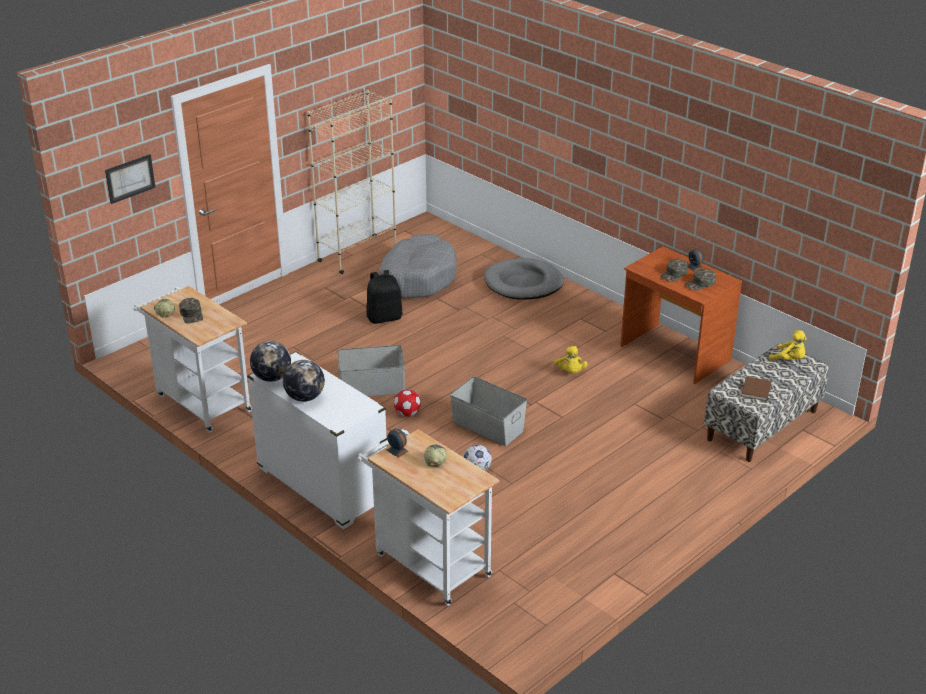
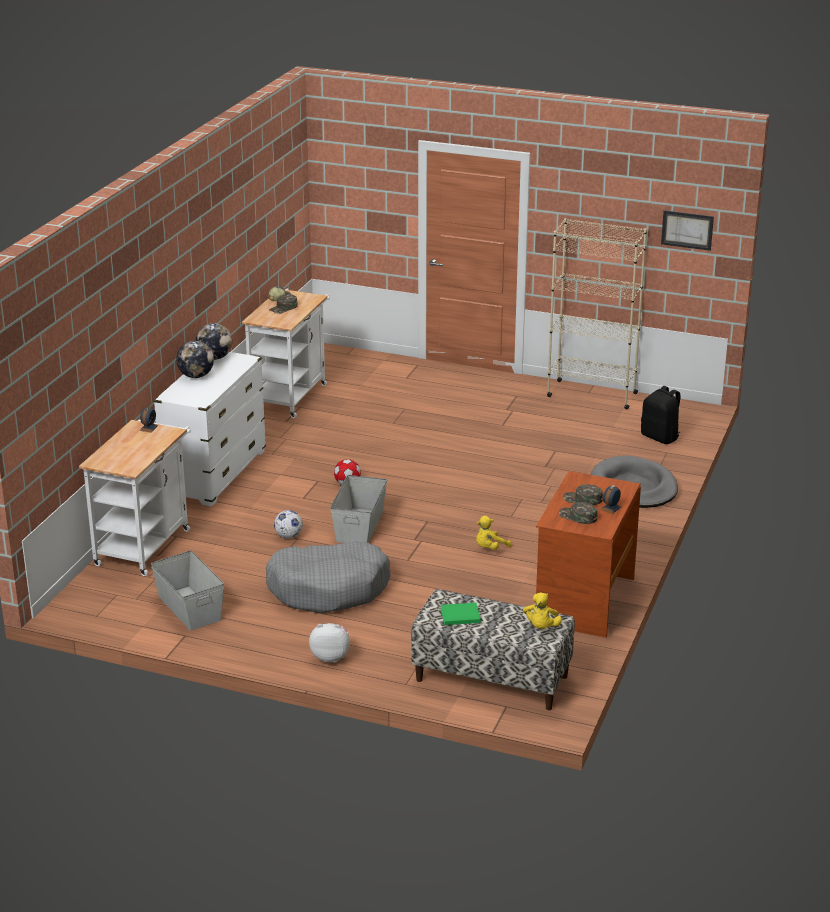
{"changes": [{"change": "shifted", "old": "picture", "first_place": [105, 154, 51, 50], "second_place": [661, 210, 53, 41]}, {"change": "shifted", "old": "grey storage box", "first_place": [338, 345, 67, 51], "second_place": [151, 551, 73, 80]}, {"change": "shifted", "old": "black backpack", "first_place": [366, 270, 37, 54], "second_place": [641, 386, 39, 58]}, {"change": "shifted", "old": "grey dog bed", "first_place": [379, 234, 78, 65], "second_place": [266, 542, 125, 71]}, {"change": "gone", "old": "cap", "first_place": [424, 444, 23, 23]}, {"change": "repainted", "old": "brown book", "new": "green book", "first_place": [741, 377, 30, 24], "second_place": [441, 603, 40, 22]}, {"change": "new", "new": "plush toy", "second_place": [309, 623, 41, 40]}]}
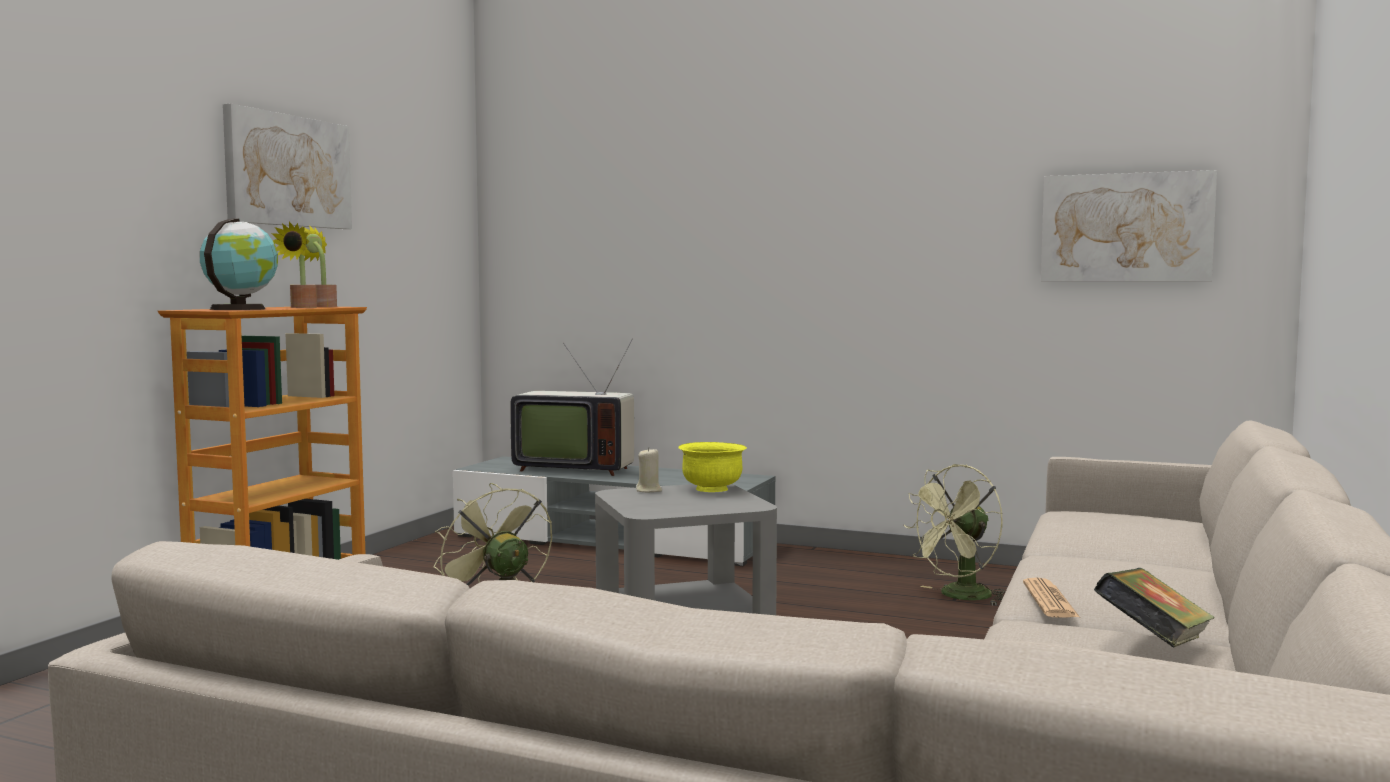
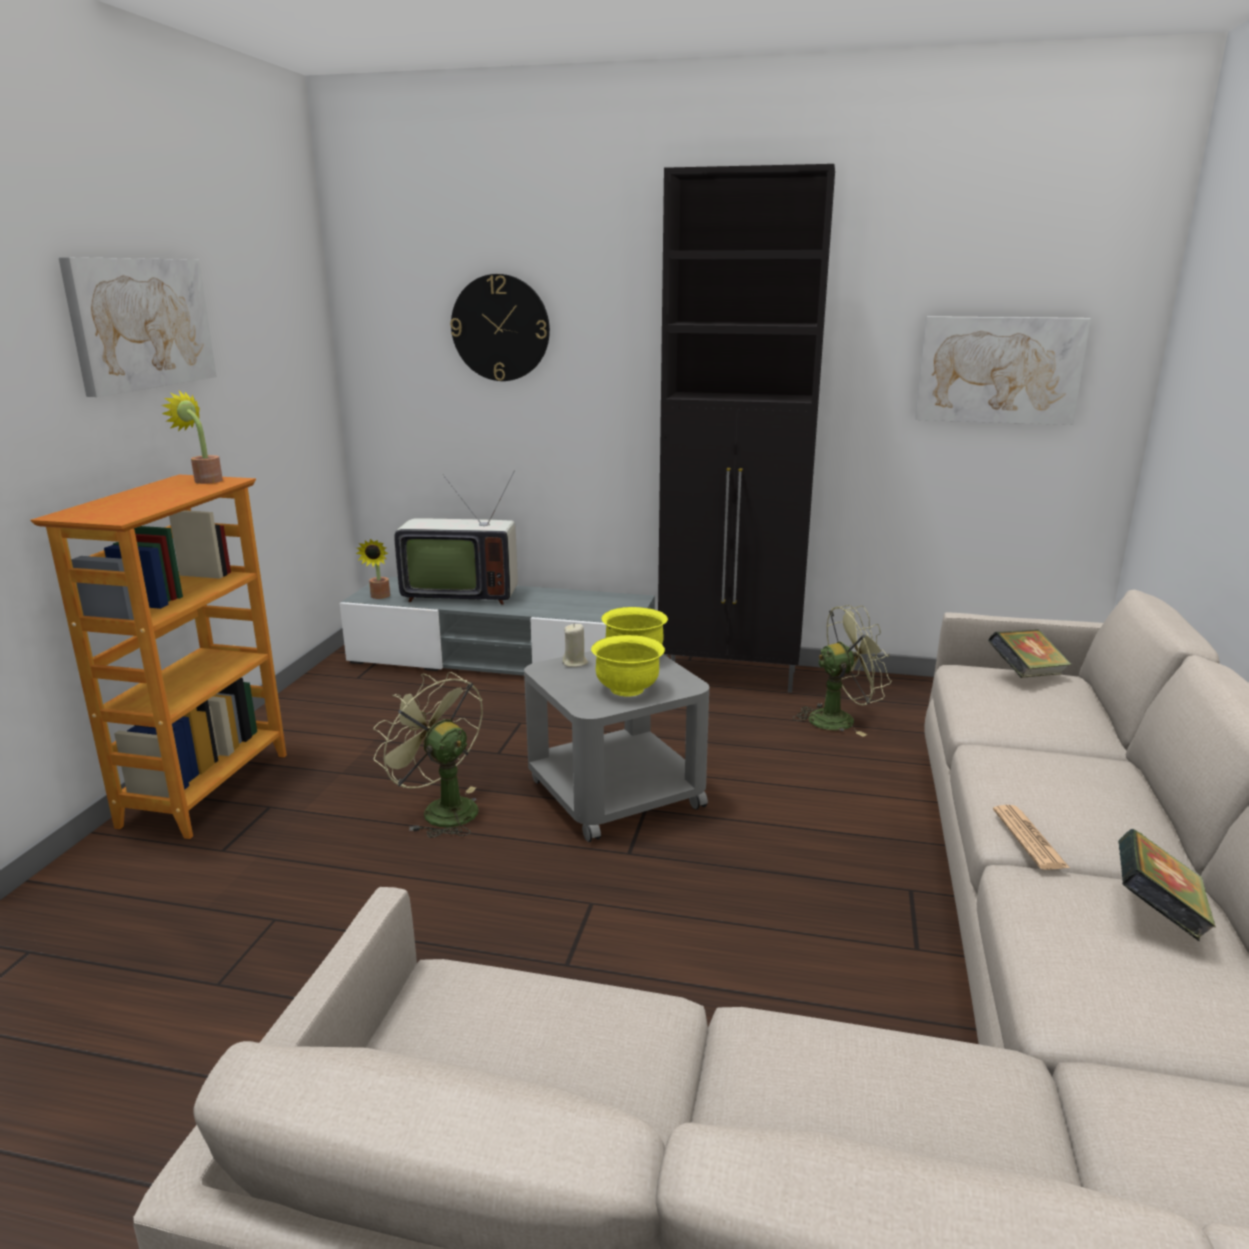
{"changes": [{"change": "gone", "old": "globe", "first_place": [200, 218, 78, 92]}, {"change": "shifted", "old": "potted plant", "first_place": [271, 222, 46, 86], "second_place": [356, 539, 34, 60]}, {"change": "rotated", "old": "green fan", "first_place": [904, 464, 102, 142], "second_place": [793, 605, 98, 132], "degrees": -150}, {"change": "new", "new": "wall clock", "second_place": [450, 274, 100, 107]}, {"change": "new", "new": "yellow bowl", "second_place": [591, 635, 74, 61]}, {"change": "new", "new": "black cabinet", "second_place": [658, 164, 177, 529]}, {"change": "new", "new": "book", "second_place": [988, 629, 83, 49]}]}
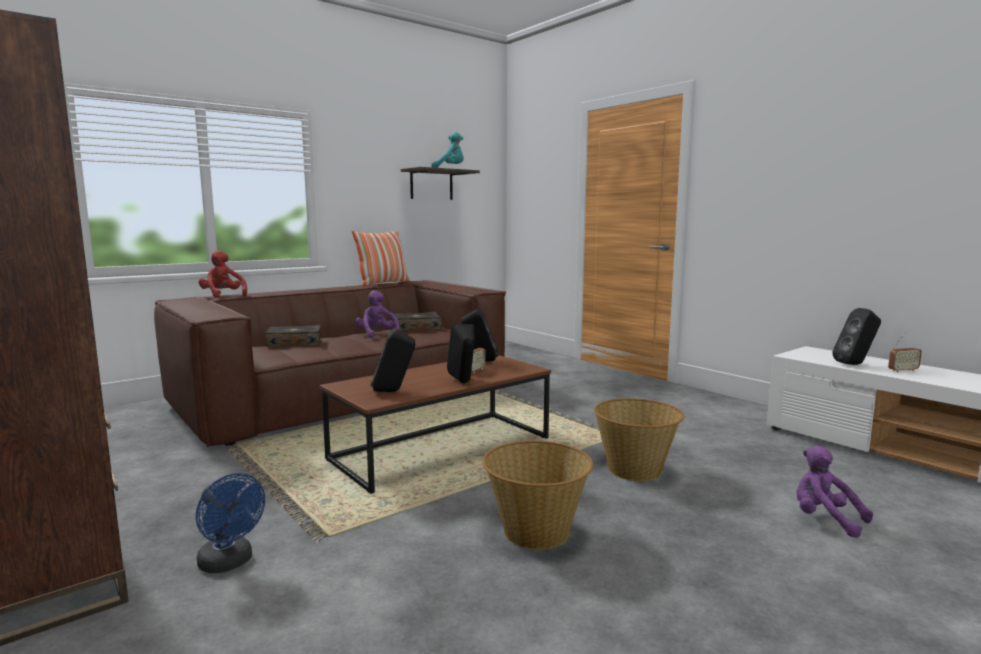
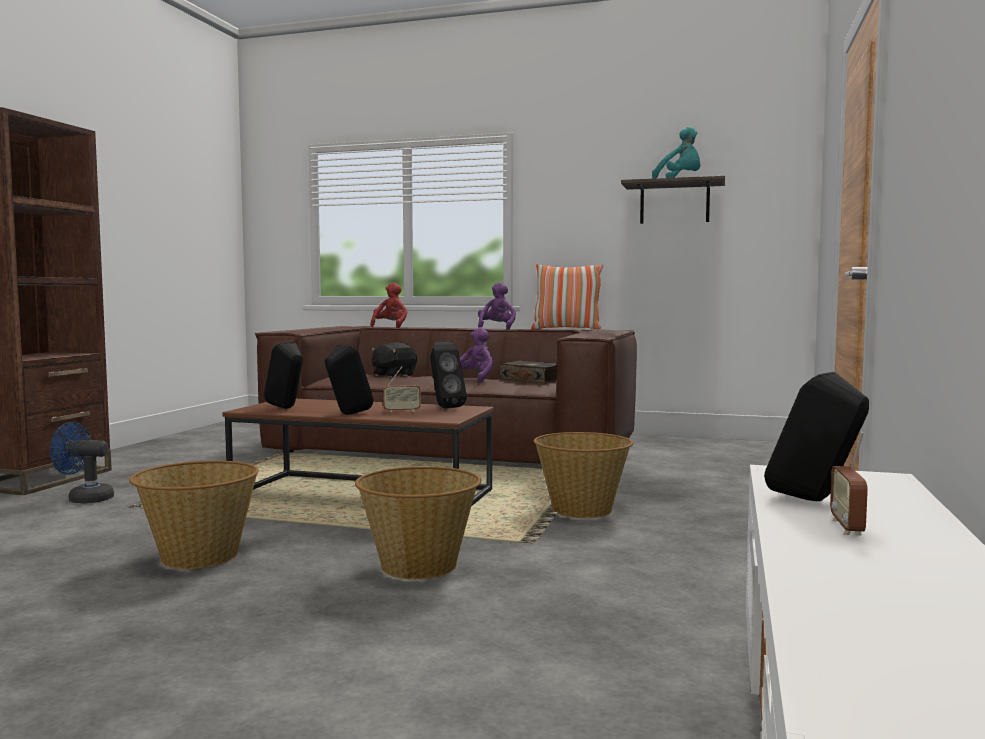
{"changes": [{"change": "rotated", "old": "blue fan", "first_place": [196, 473, 69, 100], "second_place": [50, 422, 64, 81], "degrees": 90}, {"change": "swapped", "old": "book", "new": "black plush toy", "first_place": [266, 325, 56, 22], "second_place": [372, 342, 45, 35]}, {"change": "shifted", "old": "purple plush toy", "first_place": [796, 446, 77, 92], "second_place": [478, 282, 38, 48]}, {"change": "rotated", "old": "radio", "first_place": [888, 332, 34, 41], "second_place": [830, 431, 38, 105], "degrees": 60}, {"change": "new", "new": "basket", "second_place": [534, 432, 99, 86]}]}
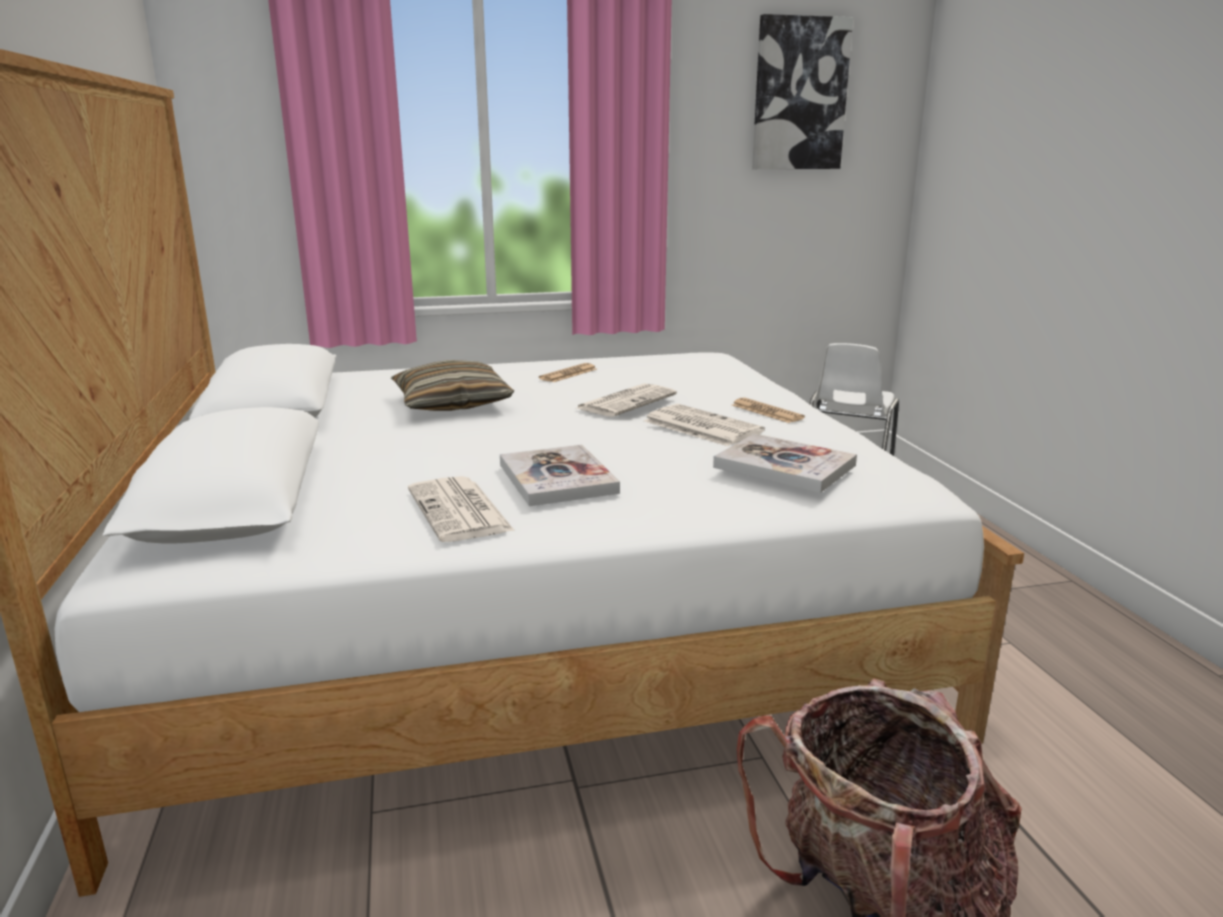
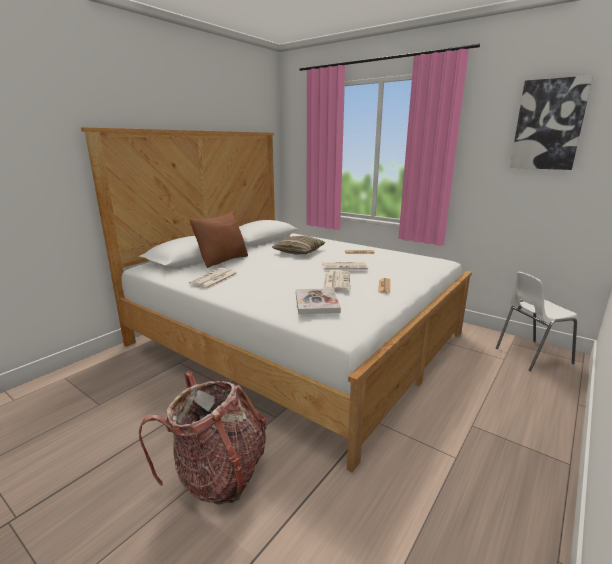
{"changes": [{"change": "gone", "old": "book", "first_place": [500, 445, 120, 61]}, {"change": "new", "new": "brown pillow", "second_place": [190, 211, 58, 57]}]}
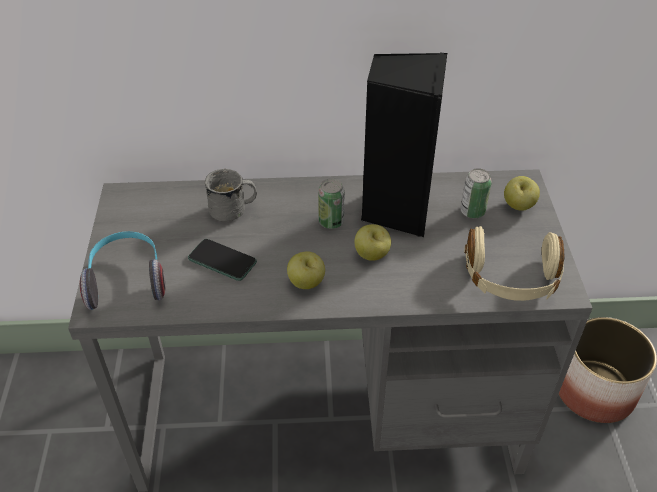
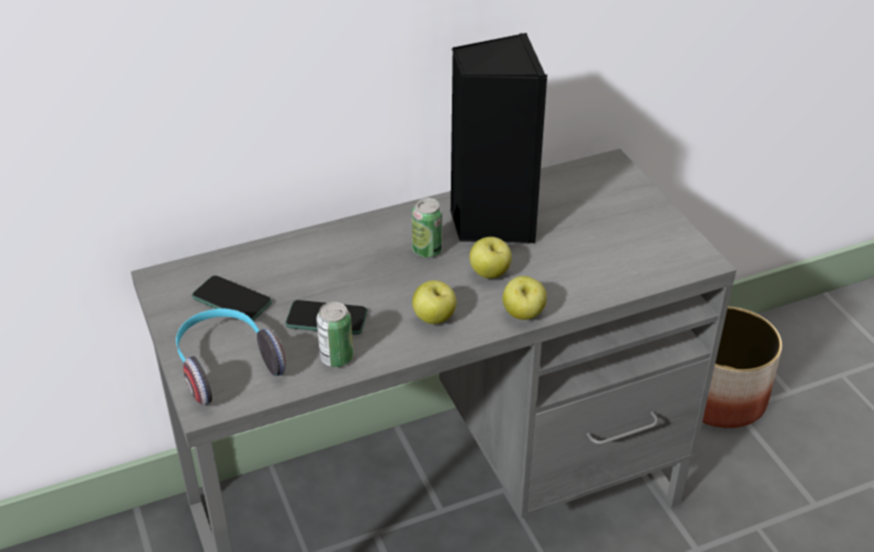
{"changes": [{"change": "gone", "old": "grey mug", "first_place": [205, 169, 52, 53]}, {"change": "shifted", "old": "can", "first_place": [460, 168, 32, 50], "second_place": [316, 302, 37, 65]}, {"change": "gone", "old": "beige headphones", "first_place": [464, 226, 101, 75]}, {"change": "shifted", "old": "apple", "first_place": [504, 176, 36, 34], "second_place": [503, 276, 44, 44]}, {"change": "new", "new": "phone", "second_place": [192, 275, 80, 46]}]}
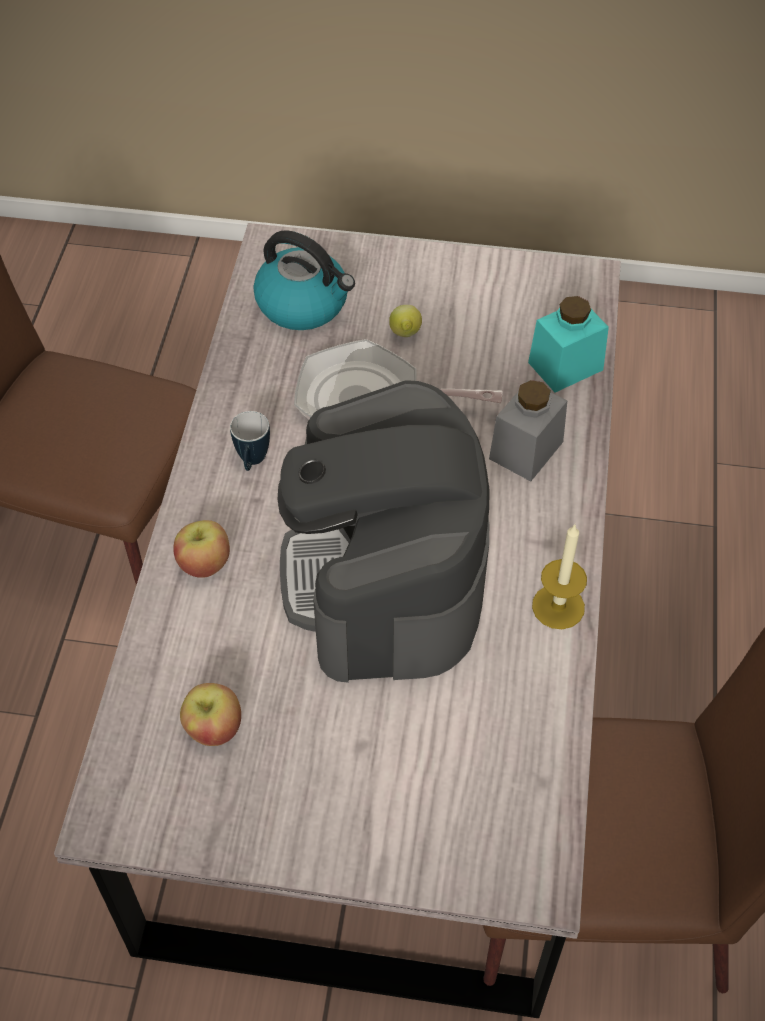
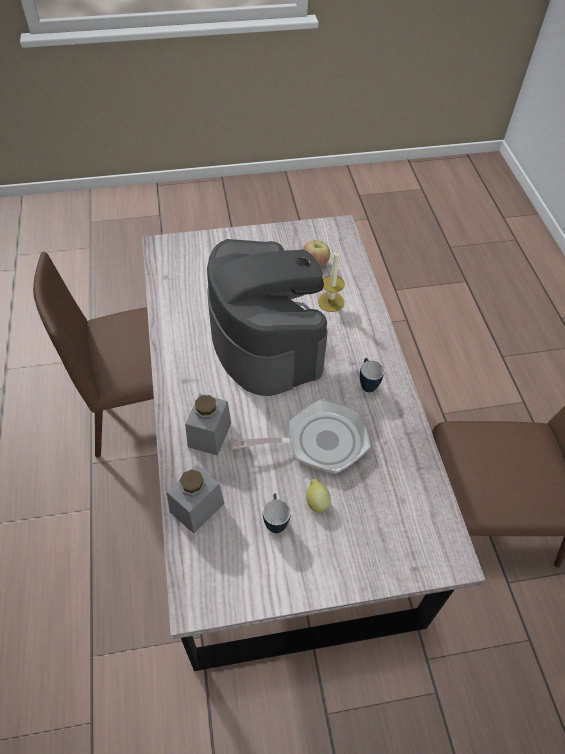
{"changes": [{"change": "gone", "old": "apple", "first_place": [173, 520, 57, 58]}, {"change": "gone", "old": "kettle", "first_place": [253, 230, 102, 100]}, {"change": "repainted", "old": "turquoise jar", "new": "grey jar", "first_place": [528, 296, 81, 97], "second_place": [166, 464, 58, 70]}, {"change": "shifted", "old": "candle", "first_place": [532, 524, 55, 105], "second_place": [318, 249, 27, 63]}, {"change": "new", "new": "mug", "second_place": [263, 494, 28, 39]}]}
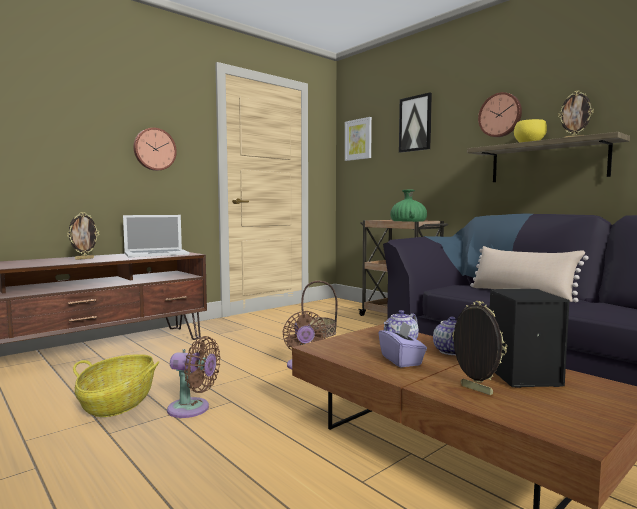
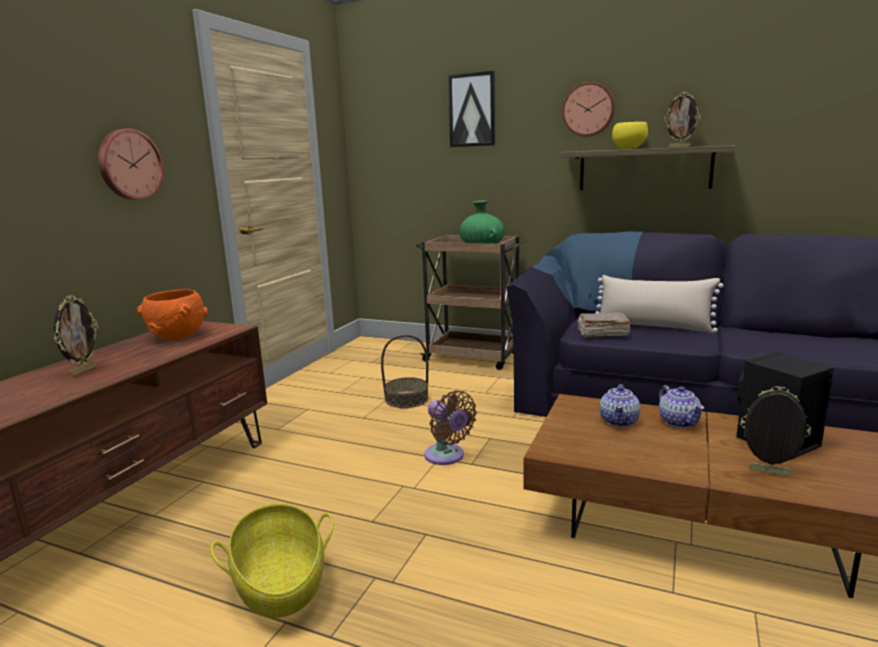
{"changes": [{"change": "swapped", "old": "laptop", "new": "orange bowl", "first_place": [123, 215, 67, 42], "second_place": [137, 289, 71, 51]}, {"change": "gone", "old": "brown fan", "first_place": [167, 336, 54, 82]}, {"change": "gone", "old": "picture", "first_place": [345, 117, 27, 44]}, {"change": "gone", "old": "purple tissue box", "first_place": [379, 322, 48, 45]}, {"change": "new", "new": "brown book", "second_place": [577, 312, 53, 26]}]}
